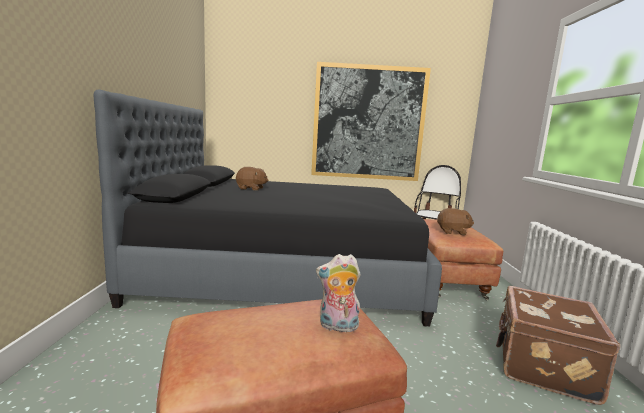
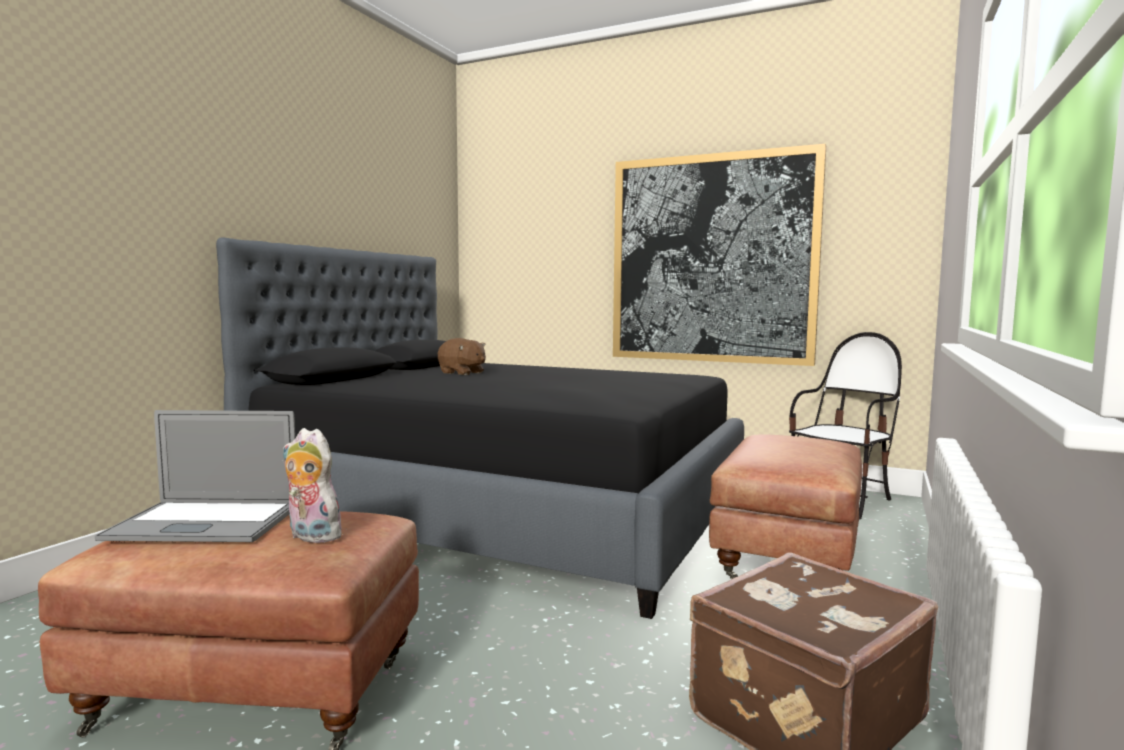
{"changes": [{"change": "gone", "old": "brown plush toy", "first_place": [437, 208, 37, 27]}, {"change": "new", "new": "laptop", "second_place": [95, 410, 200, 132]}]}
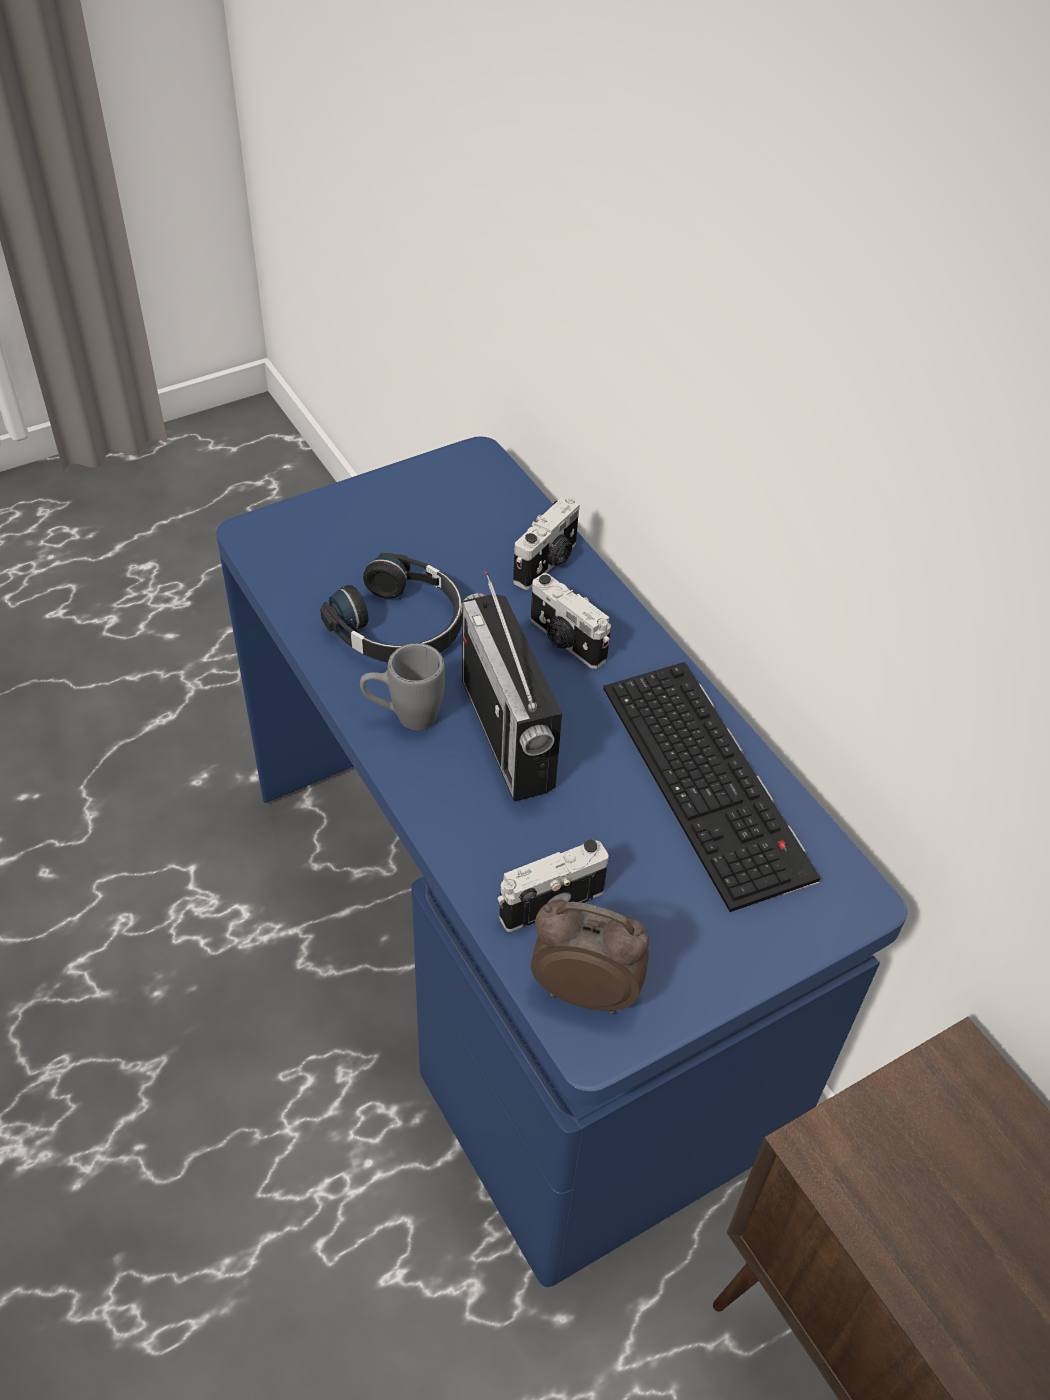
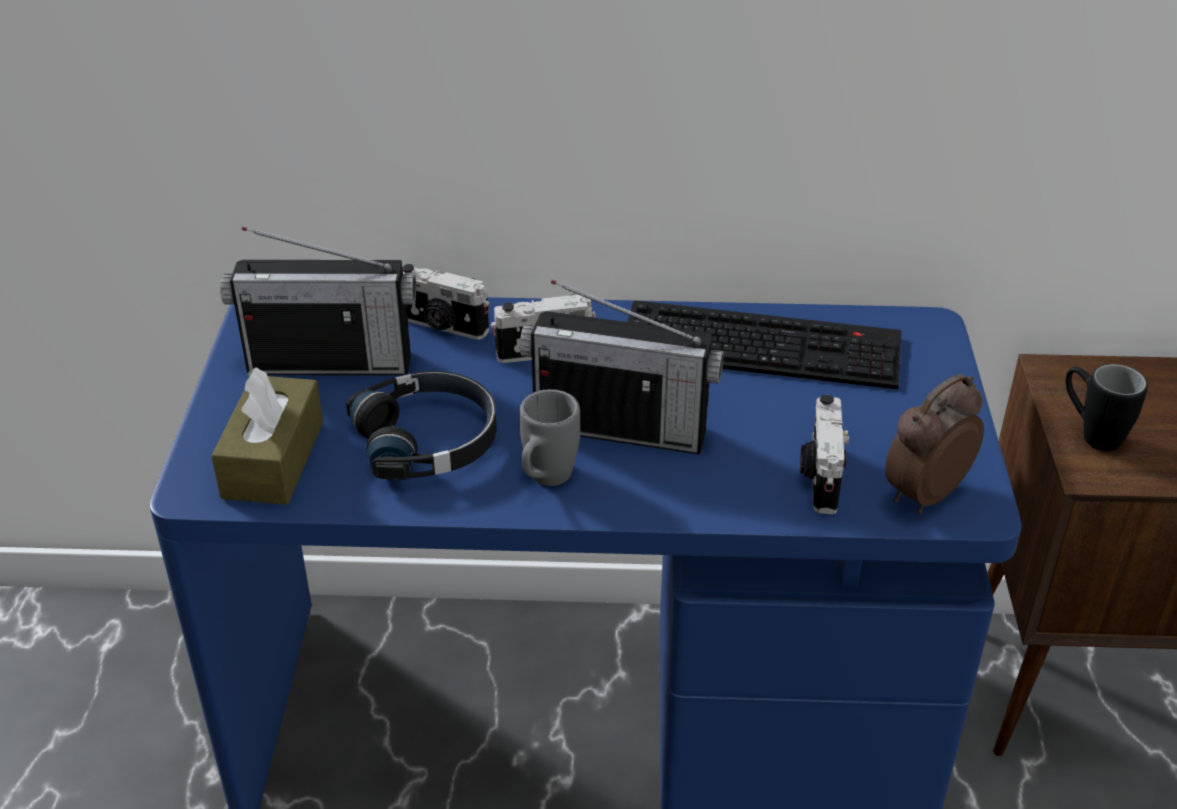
{"changes": [{"change": "rotated", "old": "photo camera", "first_place": [513, 497, 67, 93], "second_place": [402, 264, 87, 76], "degrees": 135}, {"change": "new", "new": "brown tissue box", "second_place": [211, 367, 112, 138]}, {"change": "new", "new": "radio", "second_place": [220, 227, 196, 148]}, {"change": "new", "new": "black mug", "second_place": [1065, 364, 83, 87]}]}
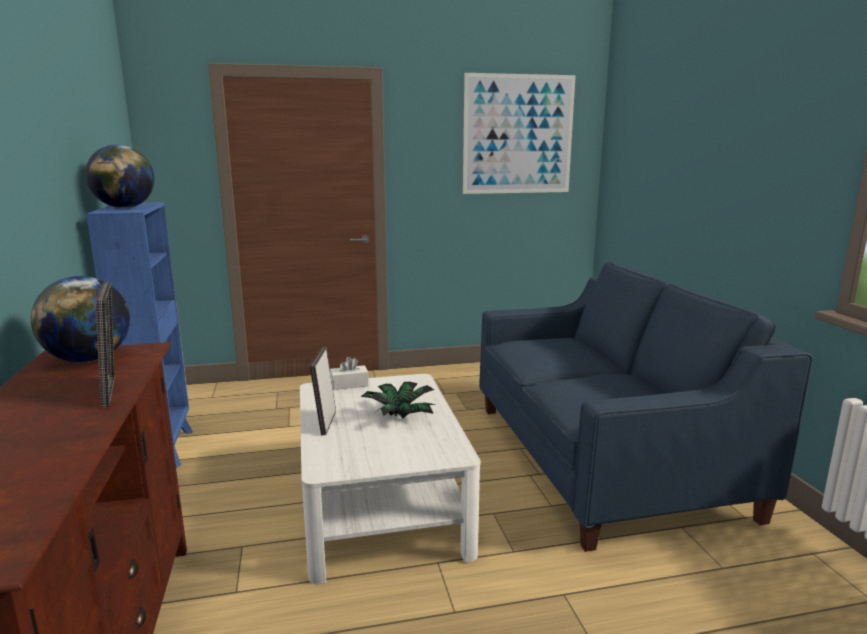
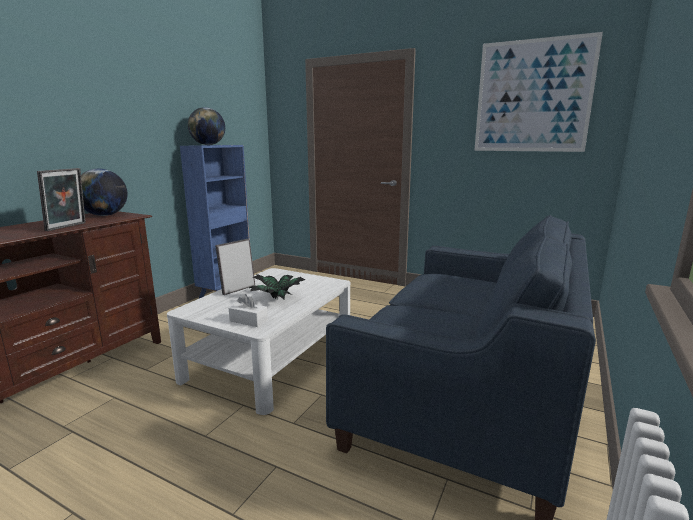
{"changes": [{"change": "shifted", "old": "white tissue box", "first_place": [330, 356, 39, 34], "second_place": [229, 294, 39, 33]}]}
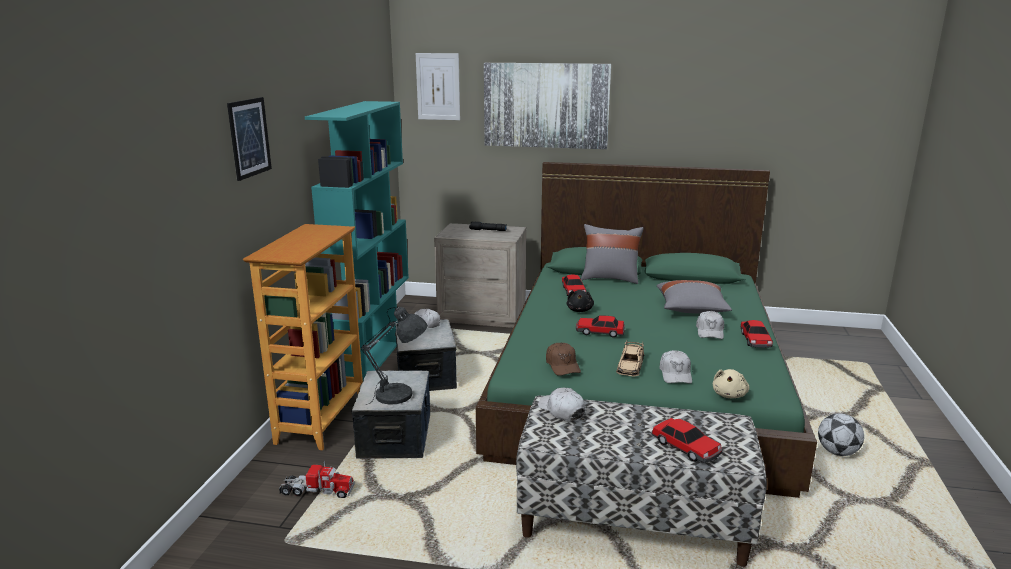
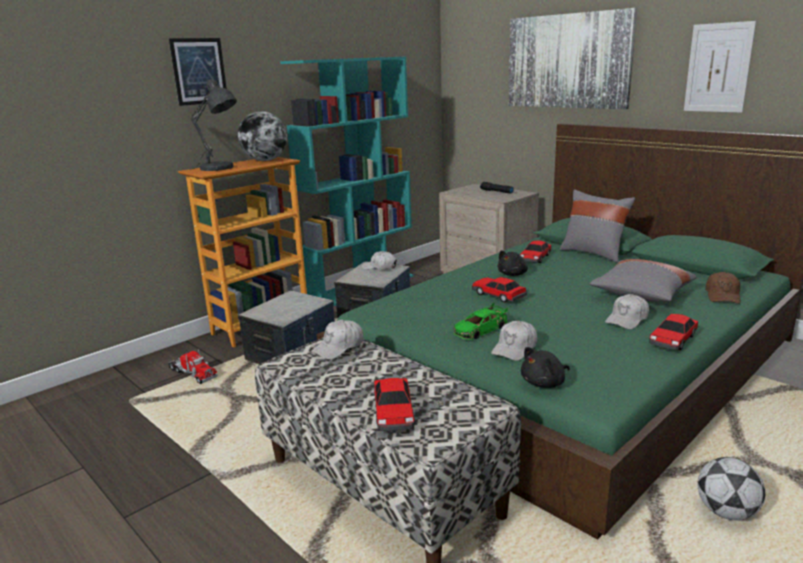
{"changes": [{"change": "shifted", "old": "grey table lamp", "first_place": [361, 307, 67, 98], "second_place": [189, 79, 48, 92]}, {"change": "shifted", "old": "picture", "first_place": [416, 53, 44, 67], "second_place": [684, 21, 72, 92]}, {"change": "rotated", "old": "white cap", "first_place": [538, 388, 47, 33], "second_place": [311, 320, 52, 40], "degrees": -135}, {"change": "shifted", "old": "brown cap", "first_place": [546, 343, 35, 33], "second_place": [705, 272, 36, 32]}, {"change": "repainted", "old": "beige toy car", "new": "green toy car", "first_place": [616, 340, 29, 37], "second_place": [453, 303, 55, 37]}, {"change": "repainted", "old": "beige plush toy", "new": "black plush toy", "first_place": [713, 369, 36, 29], "second_place": [521, 347, 49, 41]}, {"change": "new", "new": "globe", "second_place": [238, 111, 49, 50]}]}
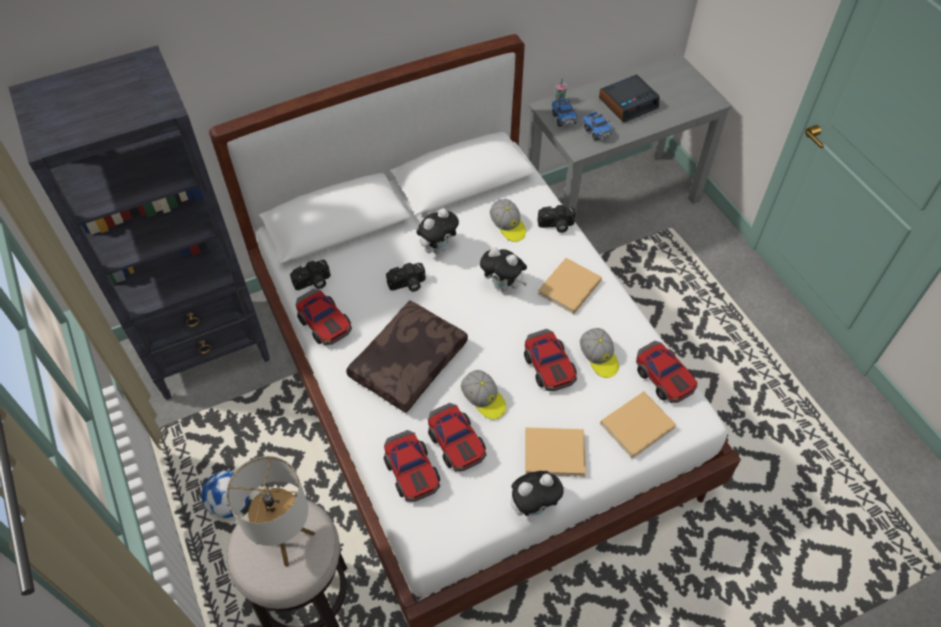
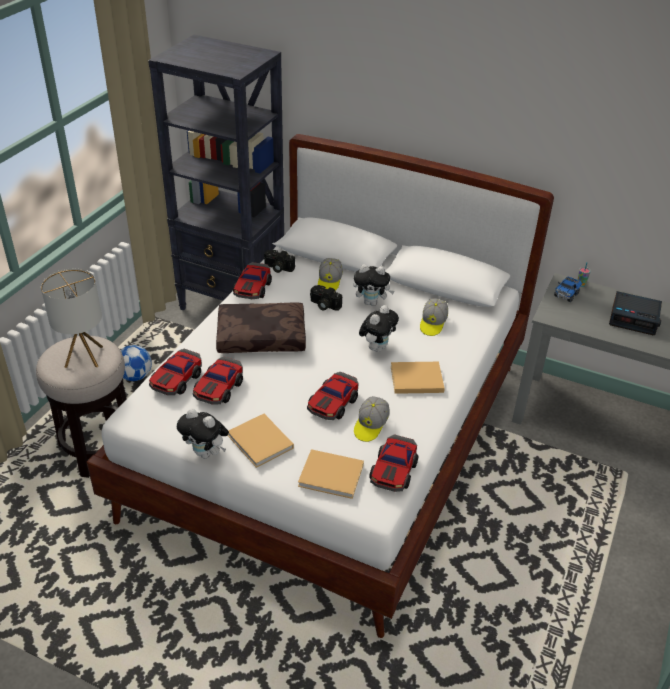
{"changes": [{"change": "shifted", "old": "cap", "first_place": [460, 370, 46, 49], "second_place": [318, 258, 25, 33]}, {"change": "rotated", "old": "plush toy", "first_place": [480, 247, 47, 45], "second_place": [359, 305, 40, 47], "degrees": -135}, {"change": "gone", "old": "photo camera", "first_place": [538, 205, 37, 28]}, {"change": "gone", "old": "toy truck", "first_place": [583, 111, 29, 30]}]}
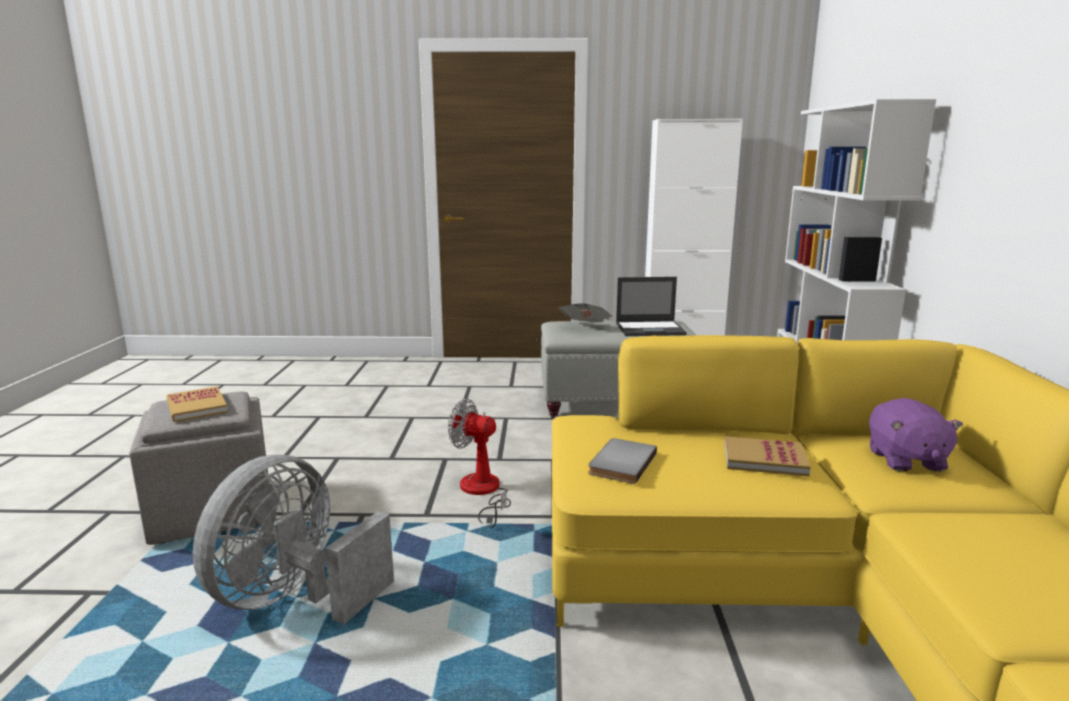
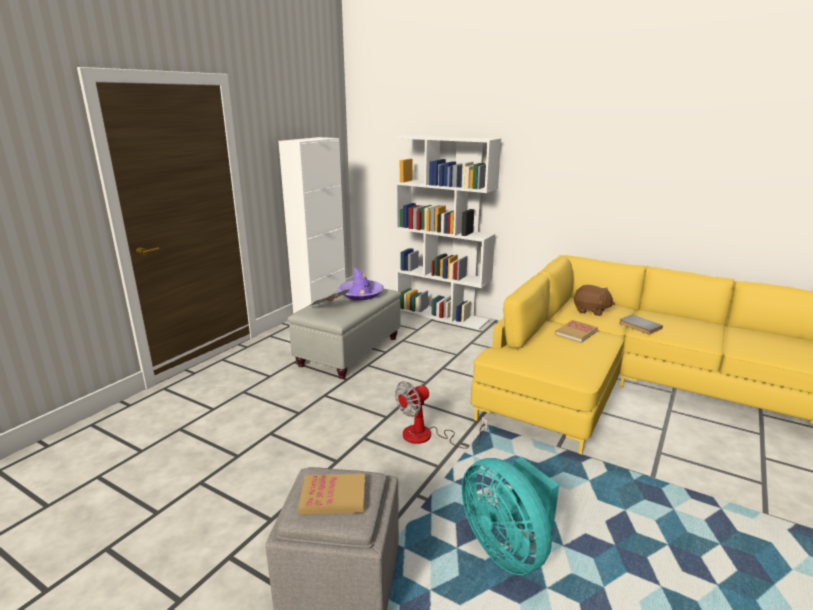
{"changes": [{"change": "repainted", "old": "grey fan", "new": "turquoise fan", "first_place": [193, 454, 201, 170], "second_place": [462, 457, 97, 118]}, {"change": "shifted", "old": "grey book", "first_place": [588, 438, 69, 46], "second_place": [620, 315, 43, 19]}, {"change": "swapped", "old": "laptop", "new": "purple hat", "first_place": [616, 277, 71, 59], "second_place": [338, 267, 46, 33]}, {"change": "repainted", "old": "purple plush toy", "new": "brown plush toy", "first_place": [869, 398, 94, 74], "second_place": [574, 285, 41, 31]}]}
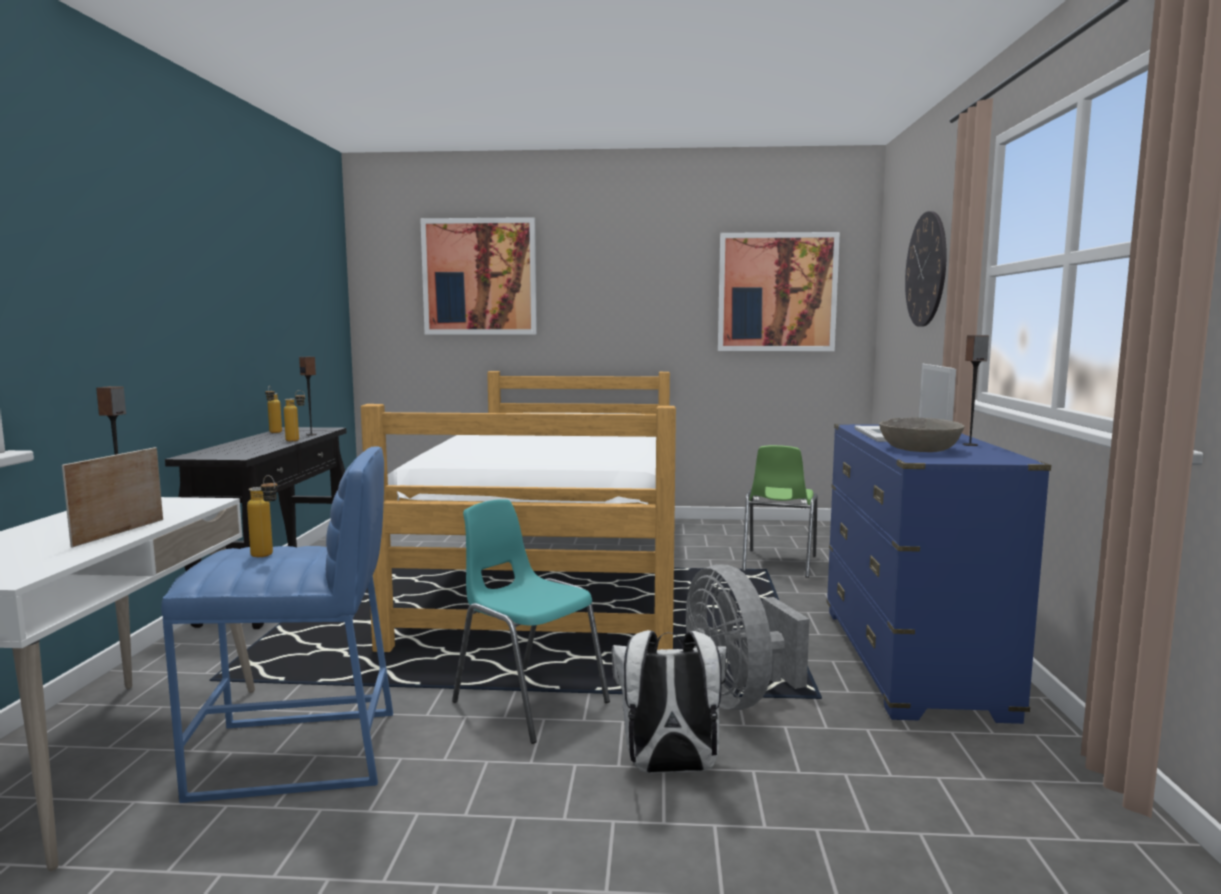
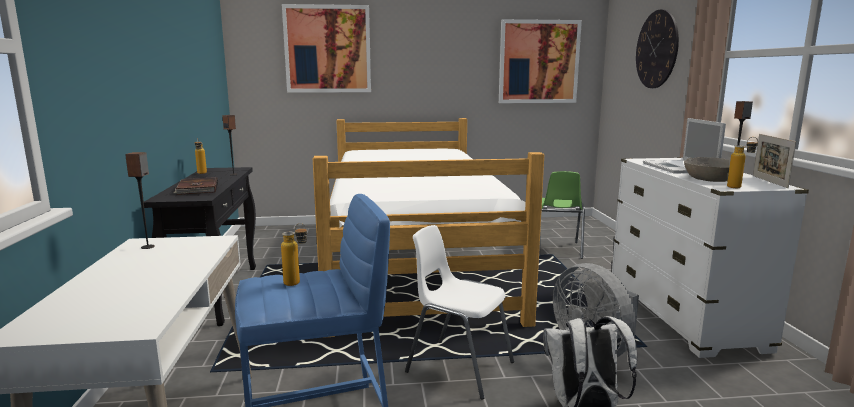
{"changes": [{"change": "shifted", "old": "picture frame", "first_place": [62, 447, 101, 101], "second_place": [753, 134, 43, 54]}, {"change": "shifted", "old": "bottle", "first_place": [284, 390, 21, 51], "second_place": [727, 137, 31, 51]}, {"change": "repainted", "old": "turquoise chair", "new": "white chair", "first_place": [452, 499, 158, 245], "second_place": [405, 225, 109, 174]}, {"change": "repainted", "old": "blue dresser", "new": "white dresser", "first_place": [826, 424, 225, 300], "second_place": [612, 157, 197, 201]}, {"change": "new", "new": "brown book", "second_place": [173, 177, 45, 18]}]}
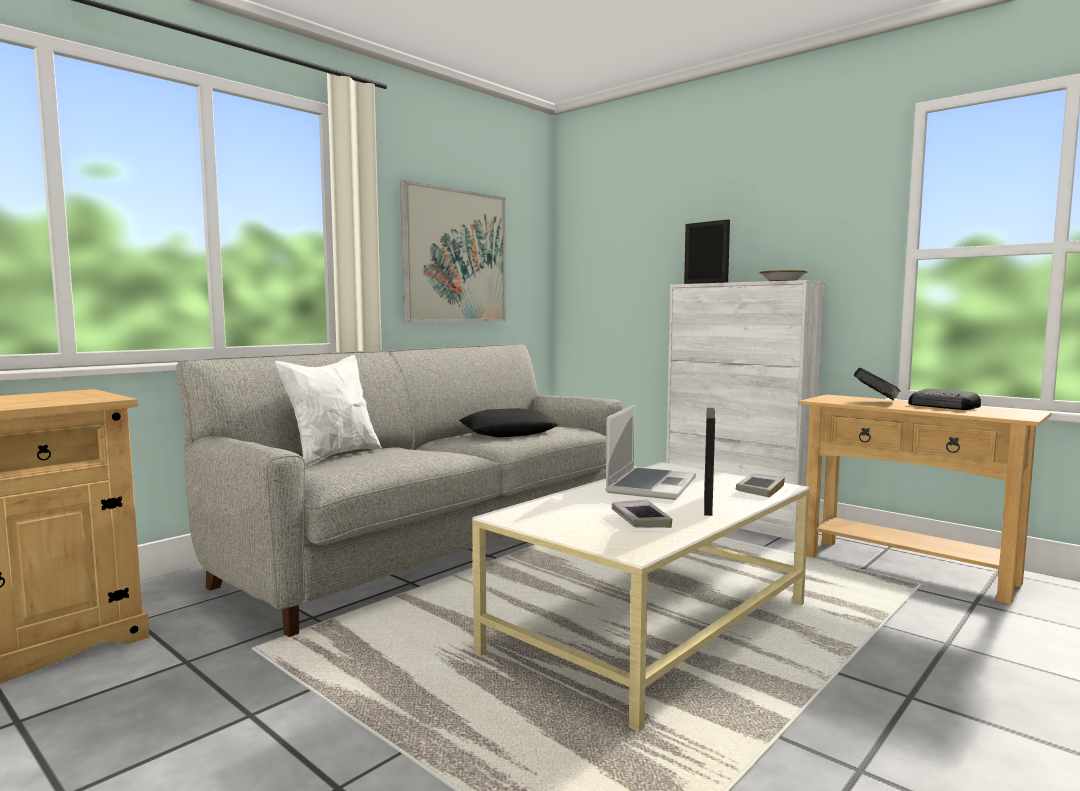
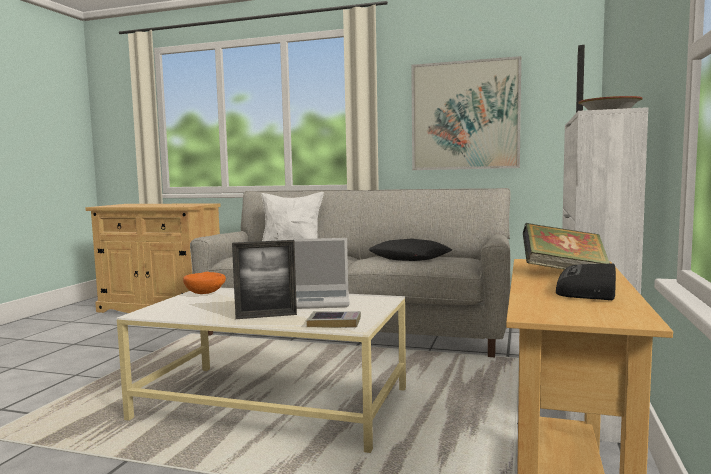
{"changes": [{"change": "gone", "old": "book", "first_place": [612, 499, 60, 29]}, {"change": "new", "new": "orange bowl", "second_place": [183, 272, 43, 22]}]}
